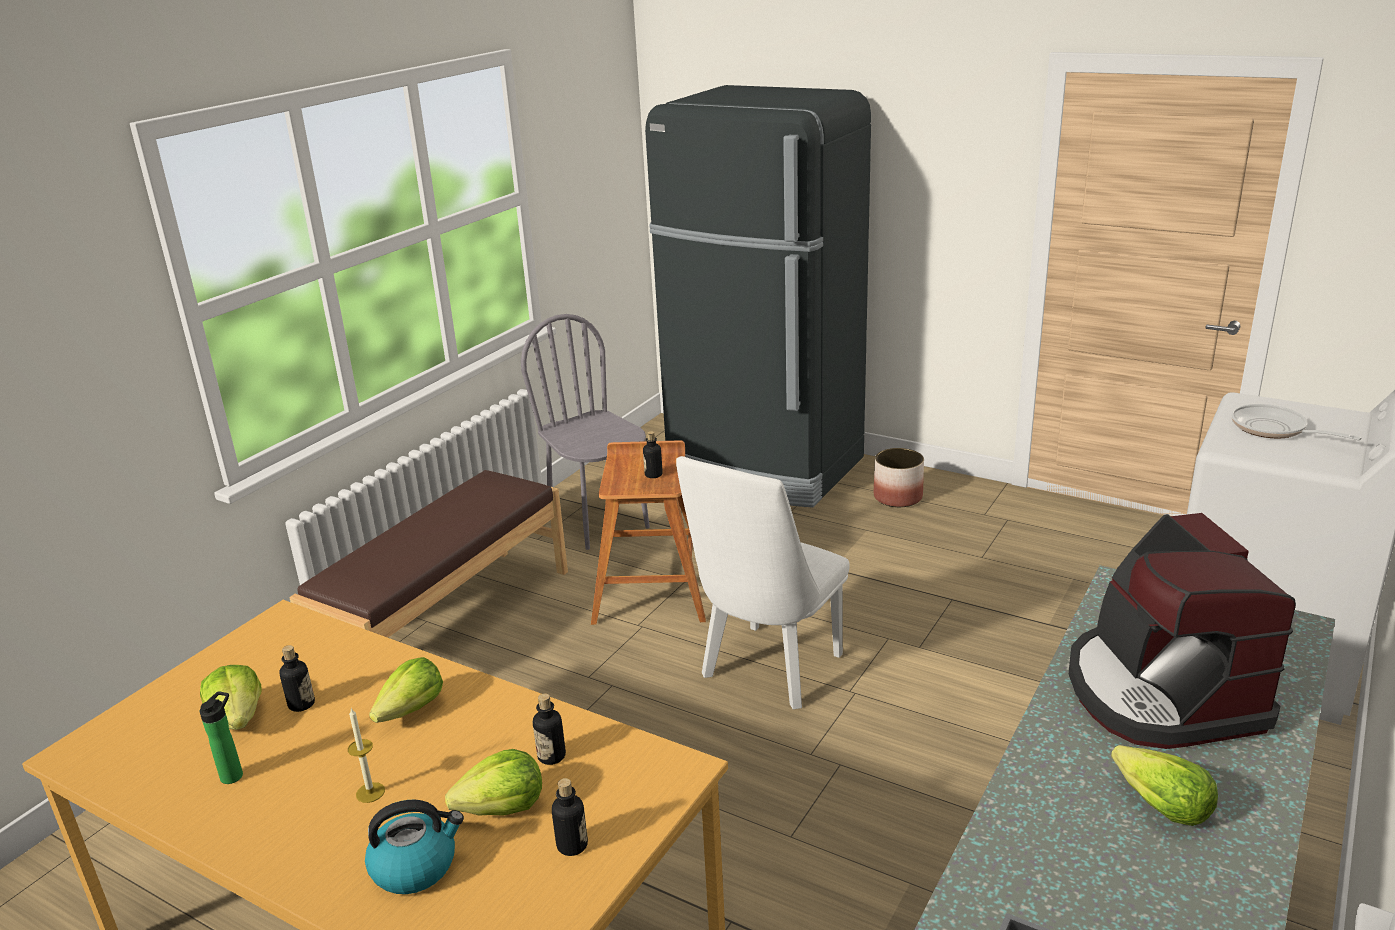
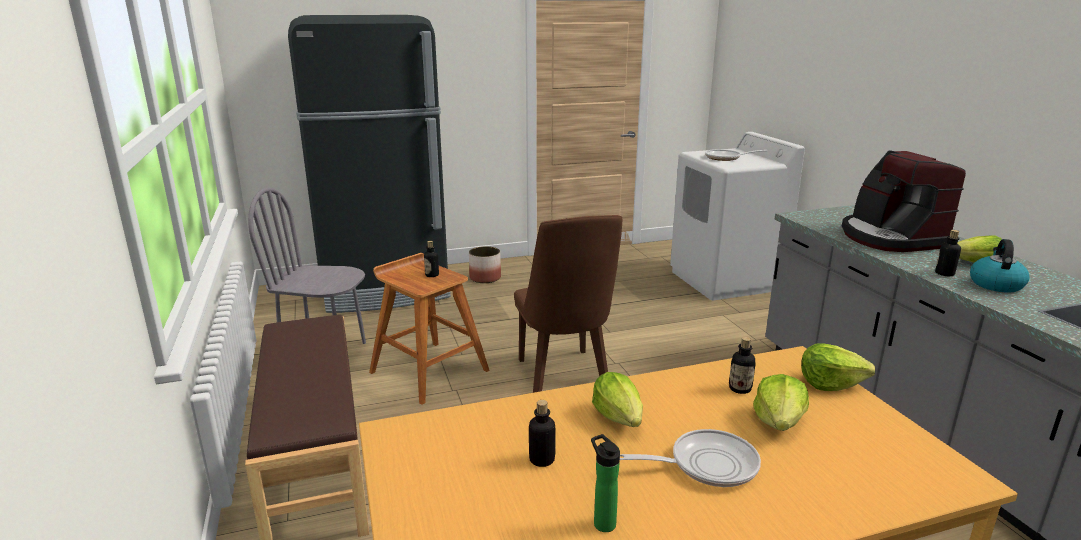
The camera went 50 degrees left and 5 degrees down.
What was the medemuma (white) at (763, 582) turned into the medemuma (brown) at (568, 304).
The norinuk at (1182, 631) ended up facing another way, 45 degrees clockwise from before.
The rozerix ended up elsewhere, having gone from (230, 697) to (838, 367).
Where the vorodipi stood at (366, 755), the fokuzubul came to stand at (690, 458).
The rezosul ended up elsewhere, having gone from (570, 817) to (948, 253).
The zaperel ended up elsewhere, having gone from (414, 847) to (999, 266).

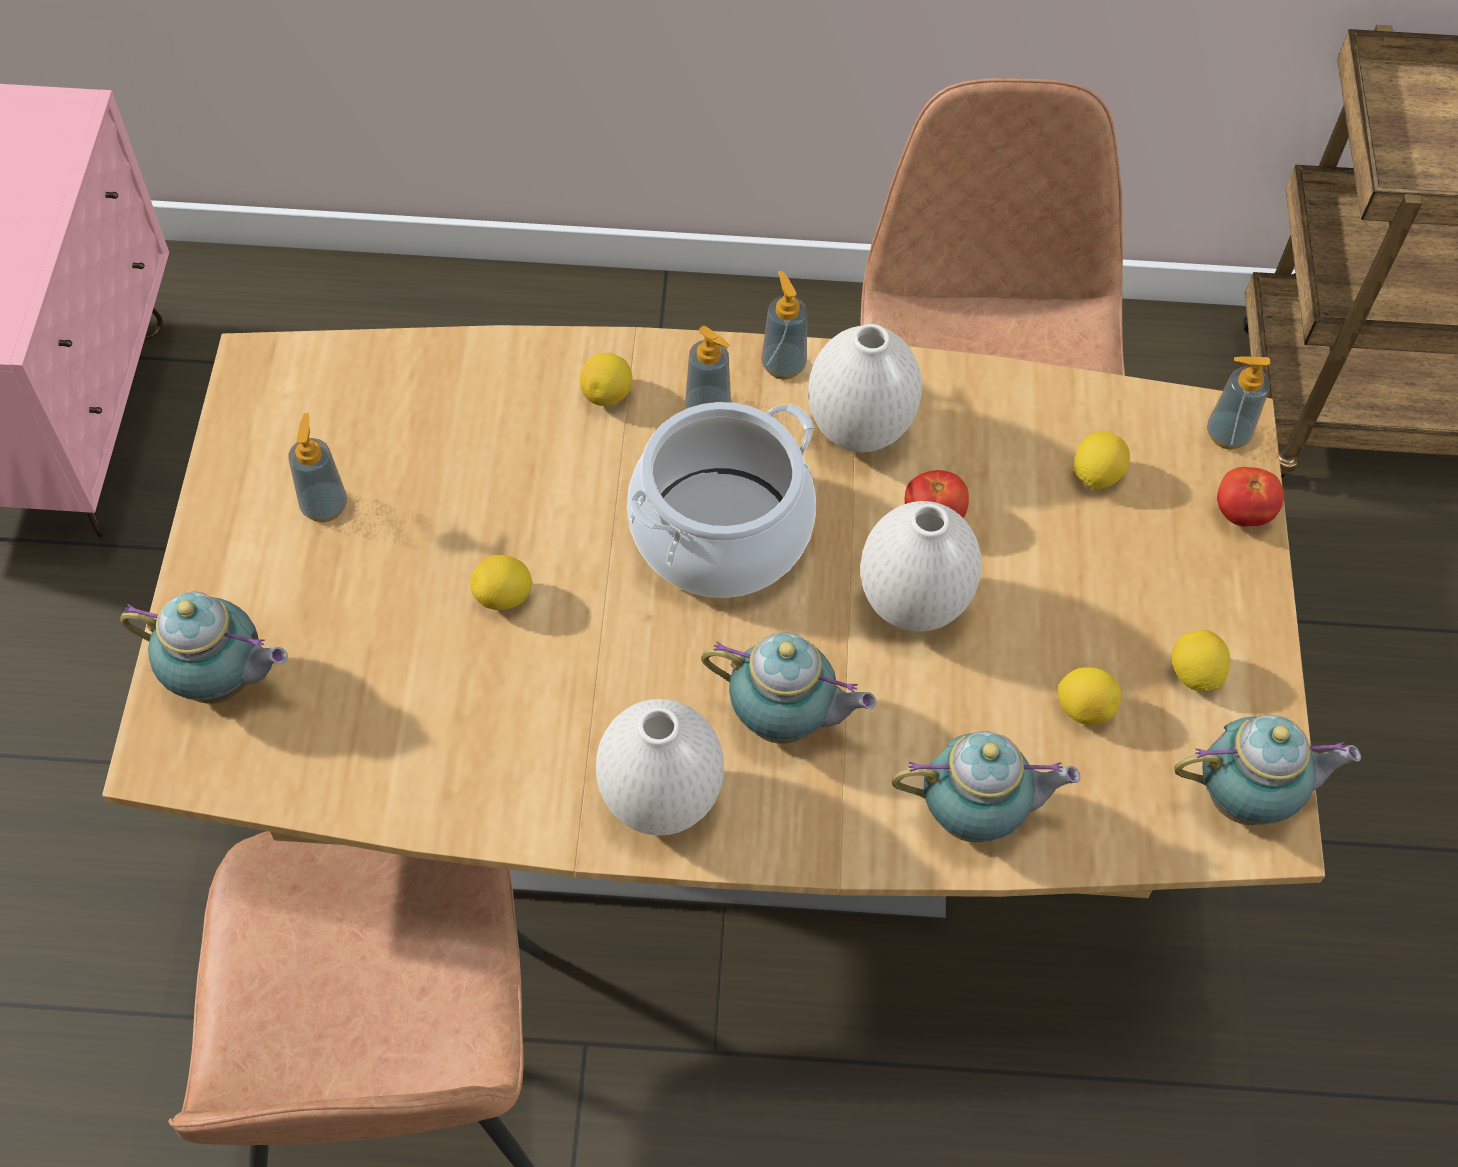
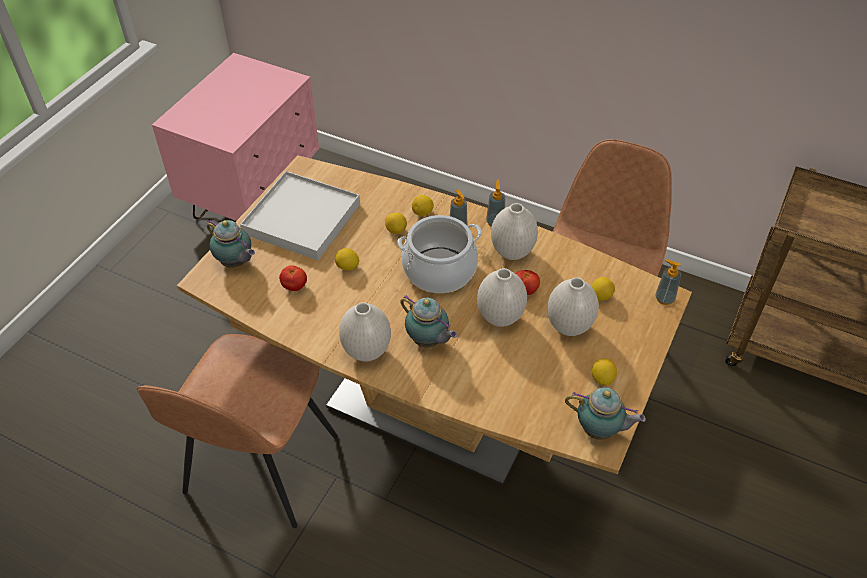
The camera went 25 degrees right and 10 degrees down.
Where the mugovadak stood at (317, 467), the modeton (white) came to stand at (300, 215).
The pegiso ended up elsewhere, having gone from (1250, 496) to (293, 278).
The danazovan ended up elsewhere, having gone from (1089, 696) to (396, 223).
The second view lost the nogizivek at (986, 786).
The second view gained the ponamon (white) at (573, 306).

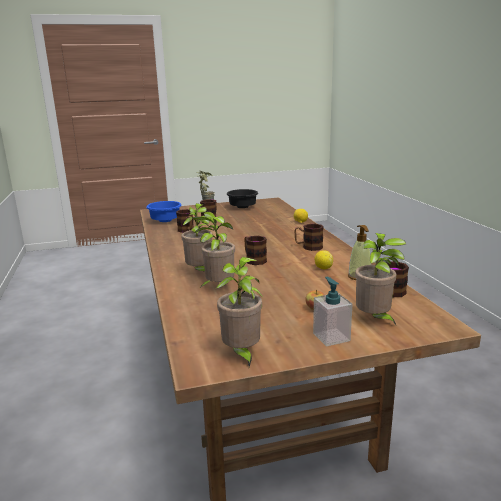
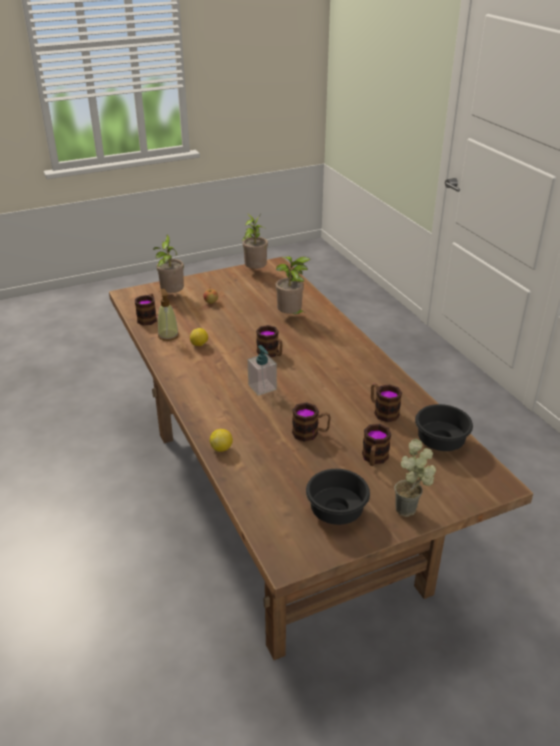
The camera went 170 degrees right and 15 degrees up.
What was the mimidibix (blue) at (164, 211) turned into the mimidibix (black) at (444, 427).
The second view lost the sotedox at (197, 237).
The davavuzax ended up elsewhere, having gone from (309, 237) to (311, 422).
The mugovadak ended up elsewhere, having gone from (332, 312) to (262, 370).

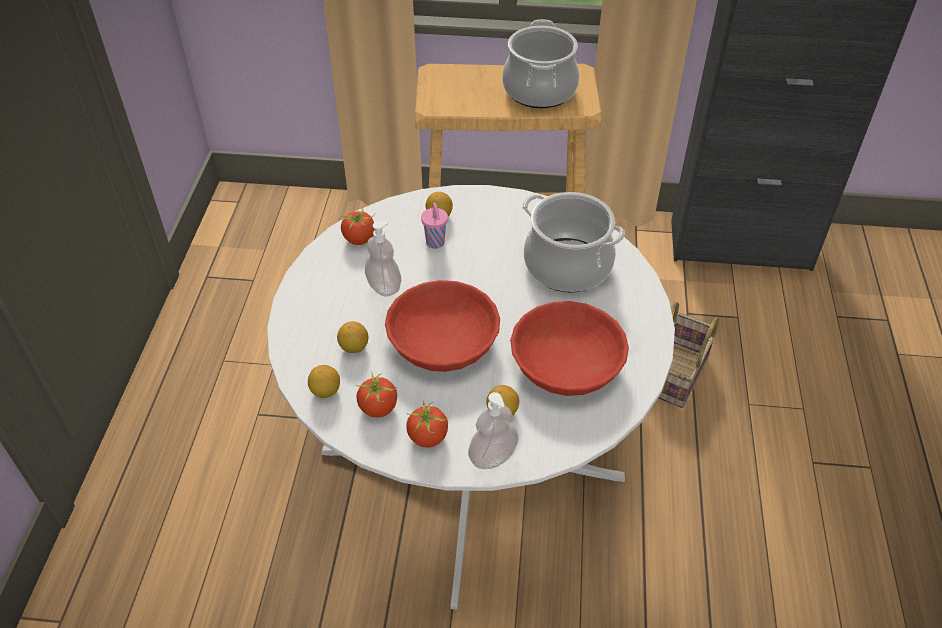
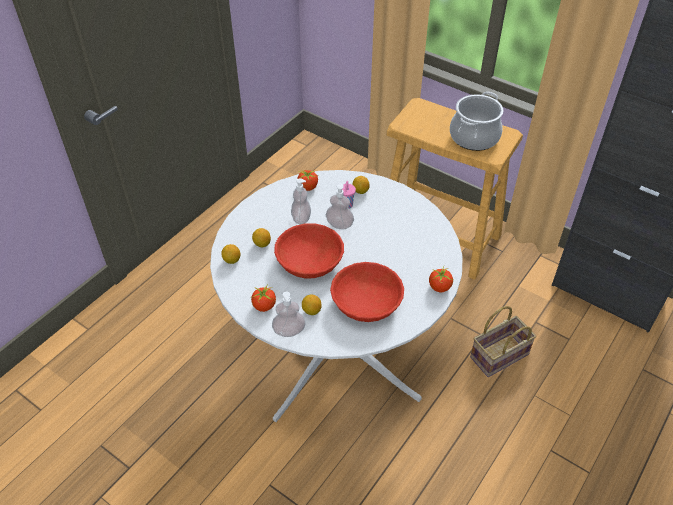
The camera went 30 degrees right and 0 degrees up.
The second view lost the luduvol at (573, 242).
The pegiso ended up elsewhere, having gone from (376, 395) to (441, 279).
The second view gained the mugovadak at (340, 206).

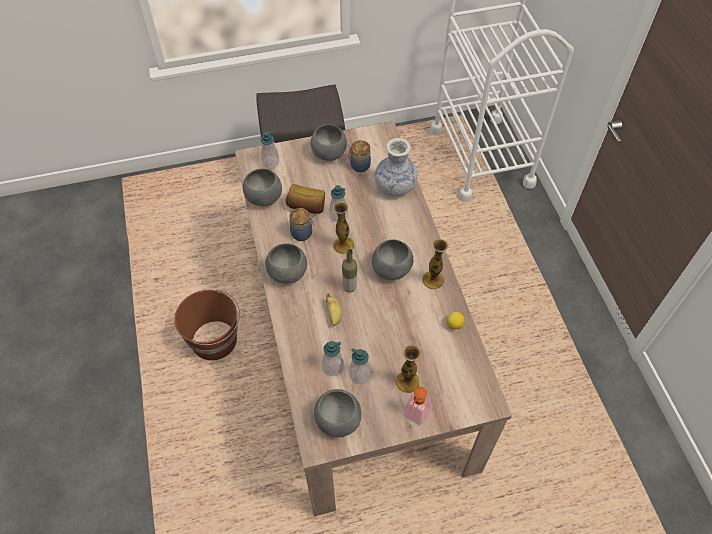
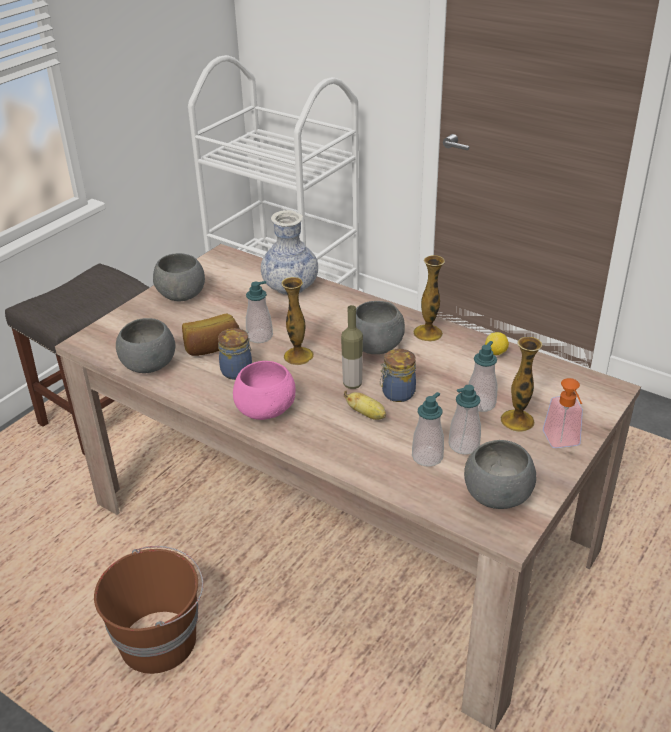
The camera went 40 degrees left and 20 degrees down.
The mugovadak ended up elsewhere, having gone from (270, 149) to (483, 376).
The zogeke ended up elsewhere, having gone from (359, 156) to (398, 375).
What was the mimidibix (grey) at (286, 263) turned into the mimidibix (pink) at (264, 390).

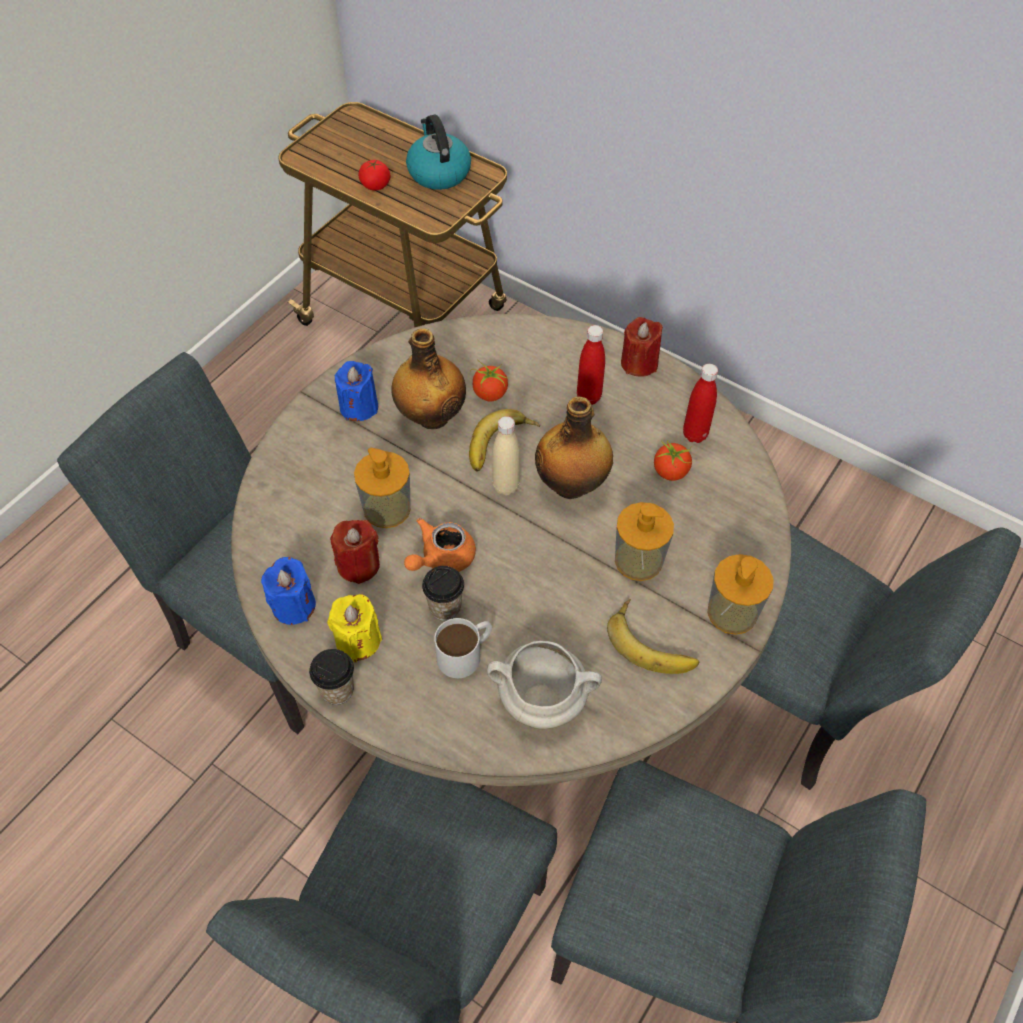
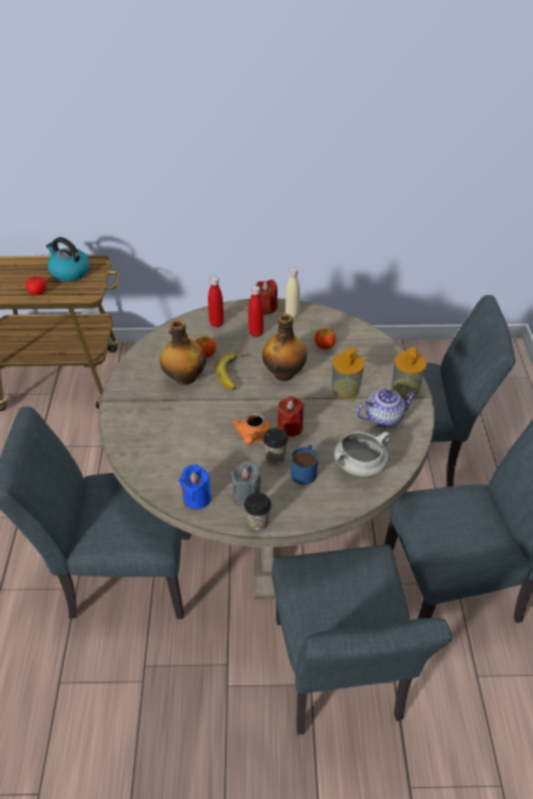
The camera went 35 degrees left and 10 degrees down.
The second view lost the vorodipi (blue) at (356, 391).
The rezosul (red) ended up elsewhere, having gone from (700, 403) to (216, 301).
The rezosul (beige) ended up elsewhere, having gone from (506, 455) to (292, 292).
The second view lost the mugovadak at (382, 488).
The vorodipi (red) ended up elsewhere, having gone from (355, 552) to (291, 416).
What was the vorodipi (yellow) at (354, 628) turned into the vorodipi (grey) at (246, 483).
Where the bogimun stood at (653, 636), the nogizivek came to stand at (386, 408).
What was the davavuzax (white) at (463, 648) turned into the davavuzax (blue) at (304, 465).

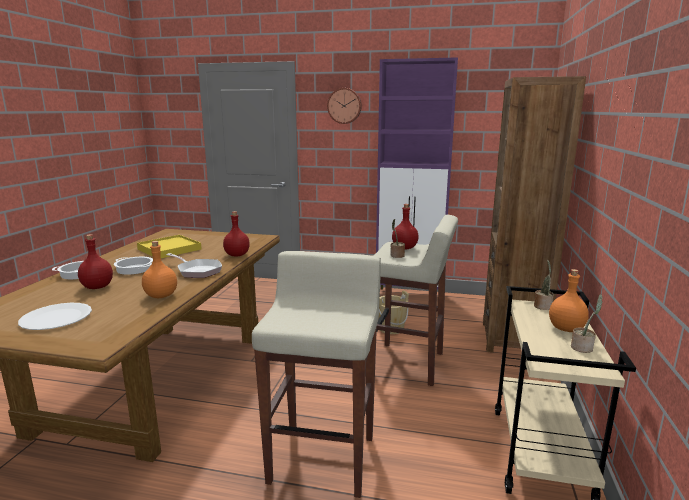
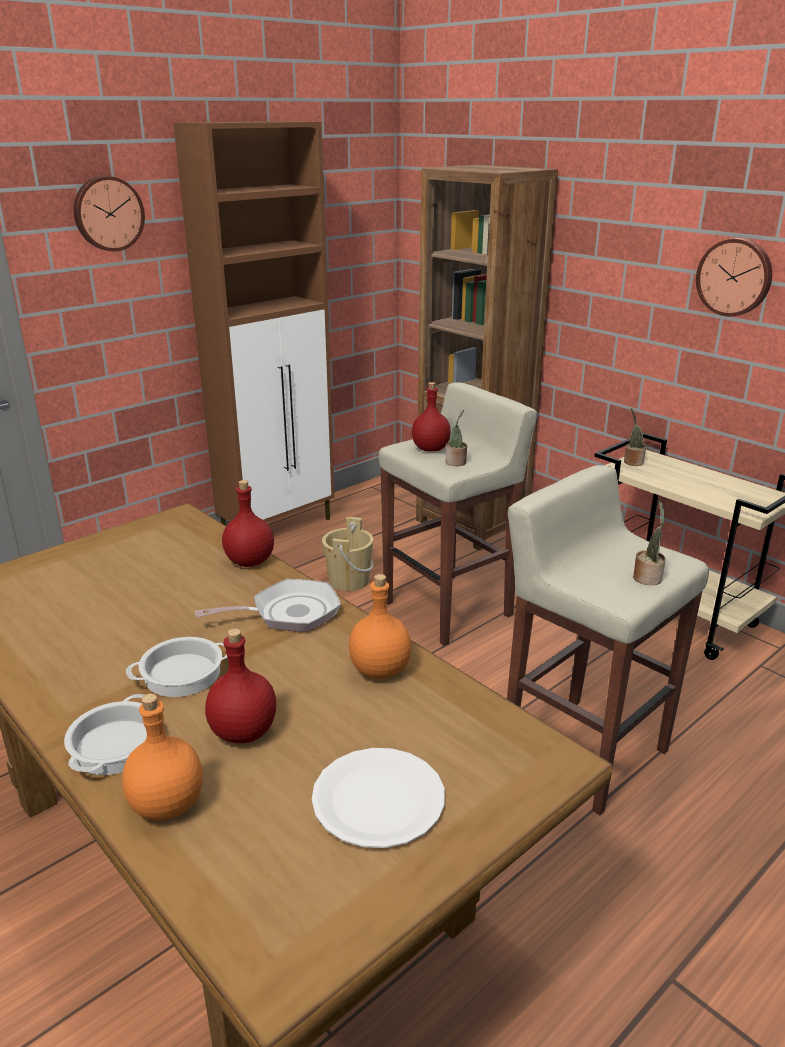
The camera went 55 degrees left and 10 degrees up.
What was the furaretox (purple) at (417, 177) turned into the furaretox (brown) at (253, 323).
The second view lost the modeton (yellow) at (169, 246).
The rezosul (orange) ended up elsewhere, having gone from (569, 300) to (162, 757).
The sotedox ended up elsewhere, having gone from (587, 324) to (649, 543).
The second view gained the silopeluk at (734, 277).

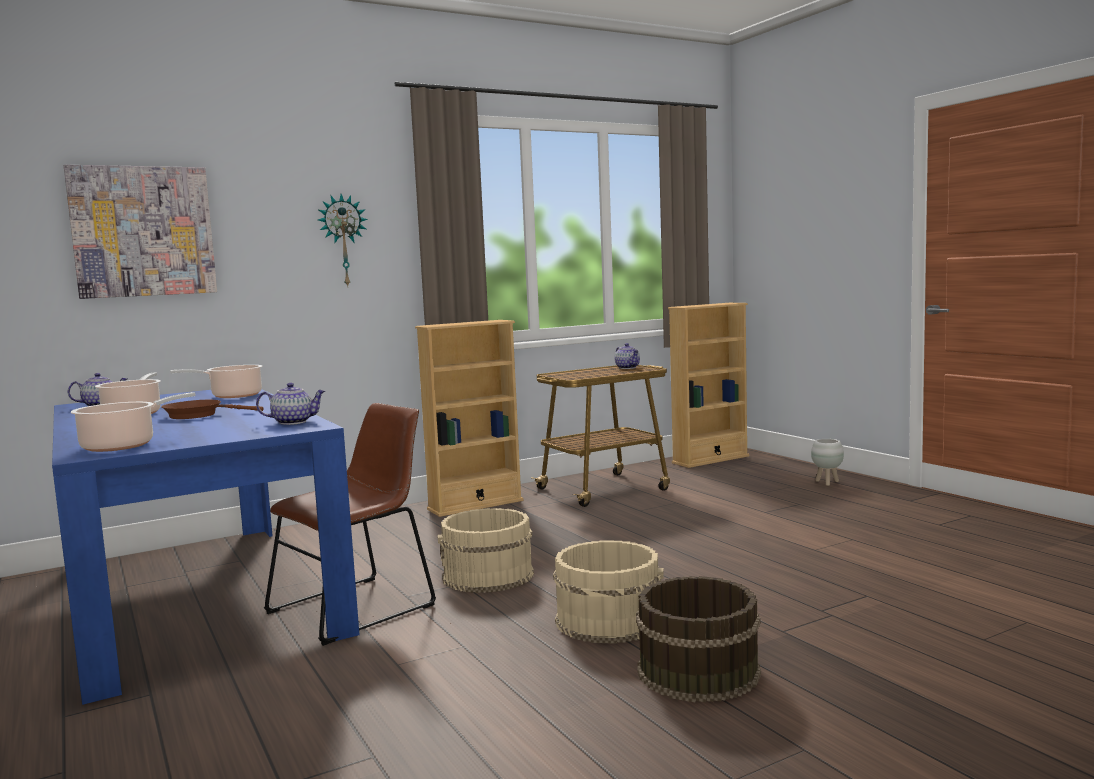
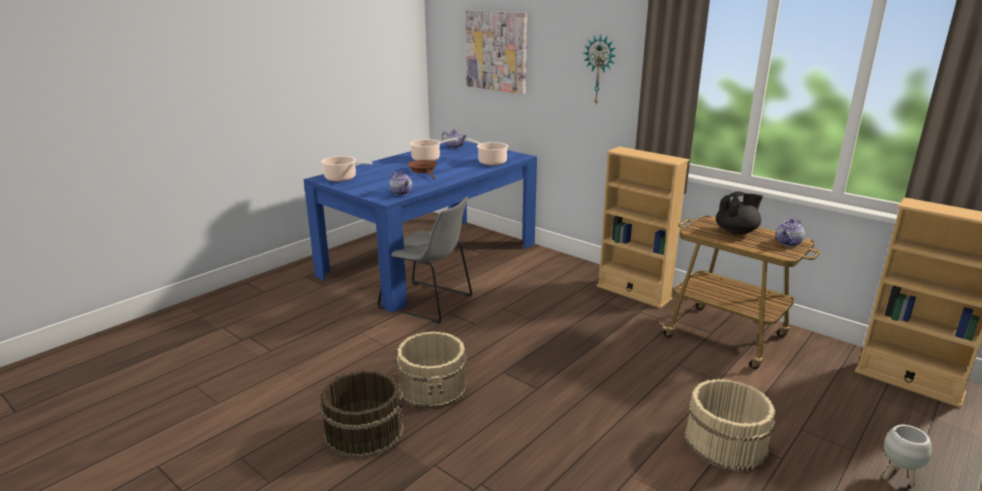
The camera went 70 degrees right and 15 degrees up.
What was the medemuma (brown) at (350, 524) turned into the medemuma (grey) at (424, 260).
The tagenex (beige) ended up elsewhere, having gone from (485, 550) to (730, 425).
The second view gained the nogizivek (black) at (739, 213).

